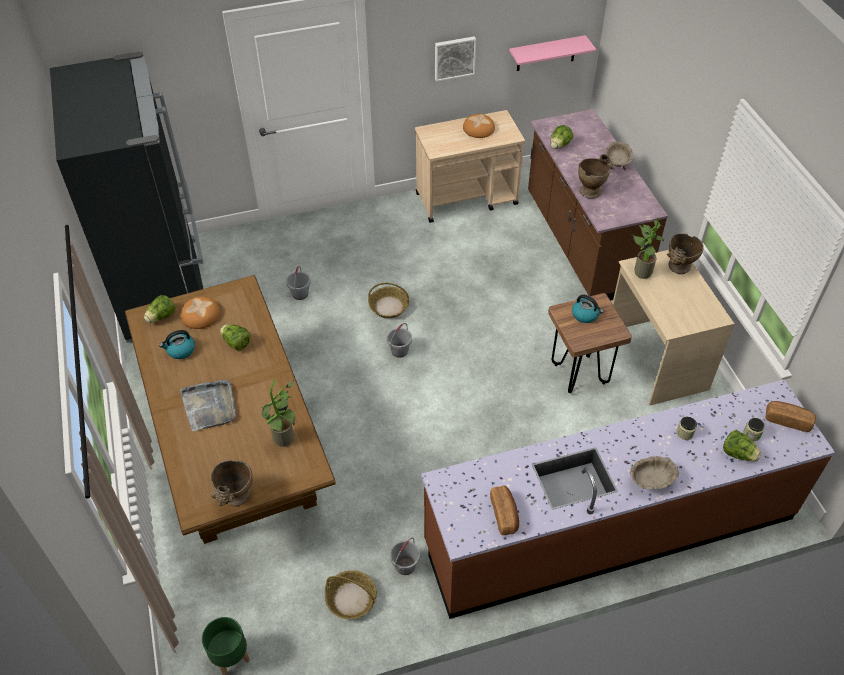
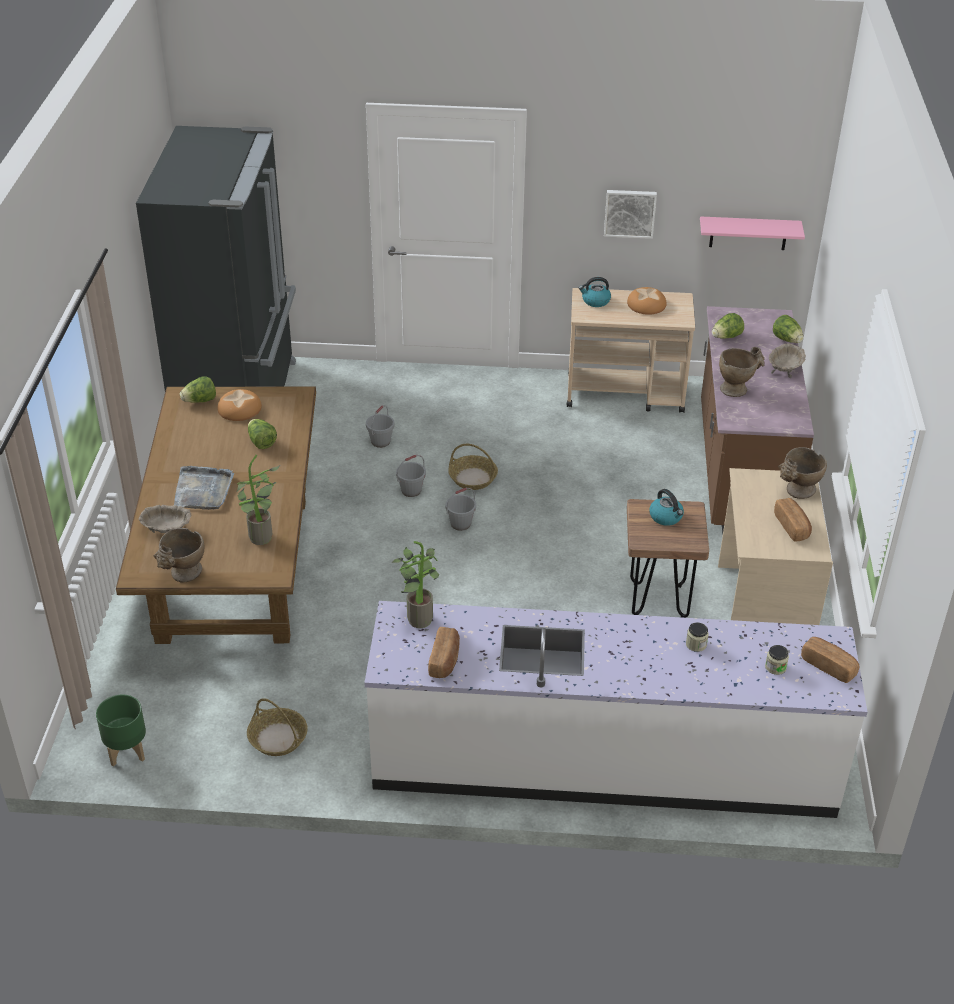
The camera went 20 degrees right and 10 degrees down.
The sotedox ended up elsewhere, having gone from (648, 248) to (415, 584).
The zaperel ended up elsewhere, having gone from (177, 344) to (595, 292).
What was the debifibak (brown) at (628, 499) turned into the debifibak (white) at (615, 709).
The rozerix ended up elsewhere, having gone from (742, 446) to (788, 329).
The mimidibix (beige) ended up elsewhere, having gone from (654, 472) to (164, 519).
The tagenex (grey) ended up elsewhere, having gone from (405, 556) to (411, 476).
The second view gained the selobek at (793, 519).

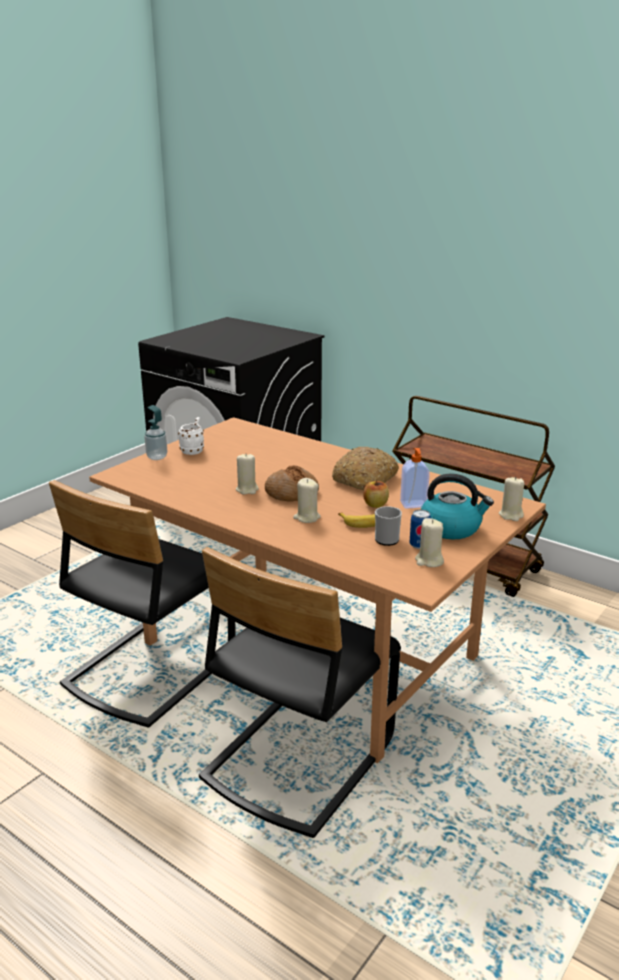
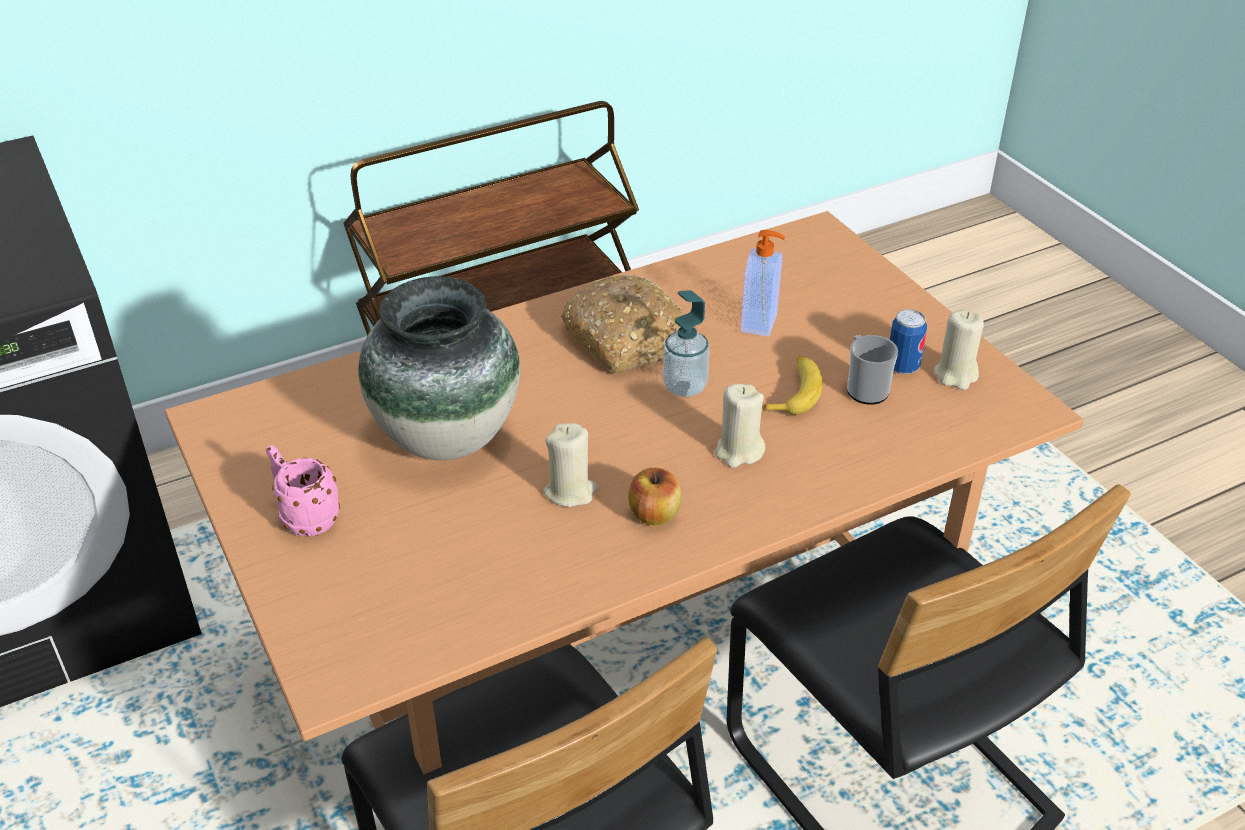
The camera went 65 degrees left and 15 degrees up.
The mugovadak ended up elsewhere, having gone from (155, 432) to (686, 343).
What was the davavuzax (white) at (191, 436) turned into the davavuzax (pink) at (303, 490).
The second view lost the selobek at (292, 483).
The second view lost the zaperel at (457, 506).
The second view lost the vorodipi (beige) at (511, 498).
The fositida ended up elsewhere, having gone from (376, 493) to (655, 496).
The second view gained the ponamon at (439, 368).

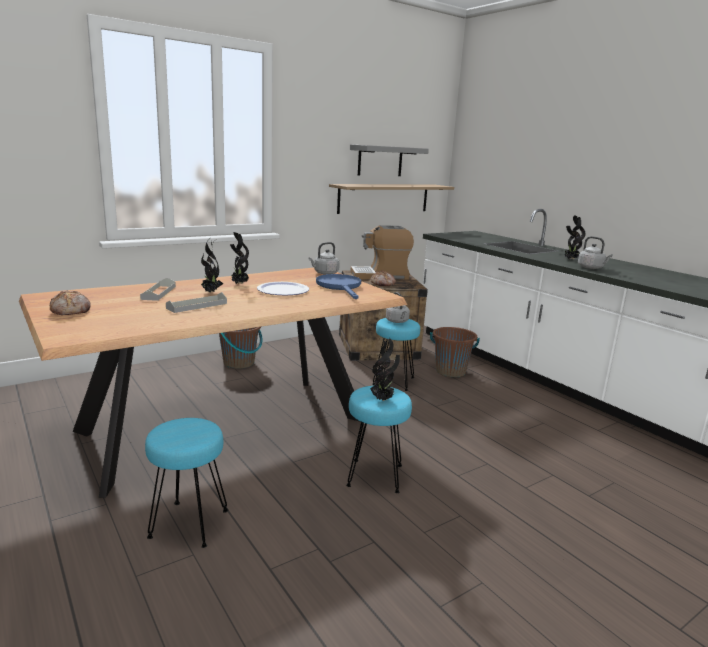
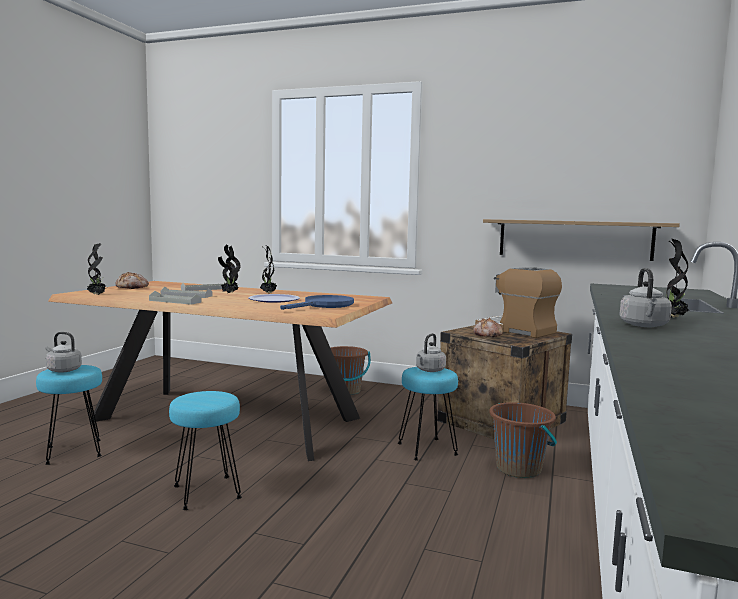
The camera went 55 degrees right and 10 degrees down.
The second view lost the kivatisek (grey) at (389, 160).
The zaperel (grey) ended up elsewhere, having gone from (324, 258) to (63, 352).
The sotedox ended up elsewhere, having gone from (385, 369) to (96, 269).
The second view gained the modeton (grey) at (175, 298).

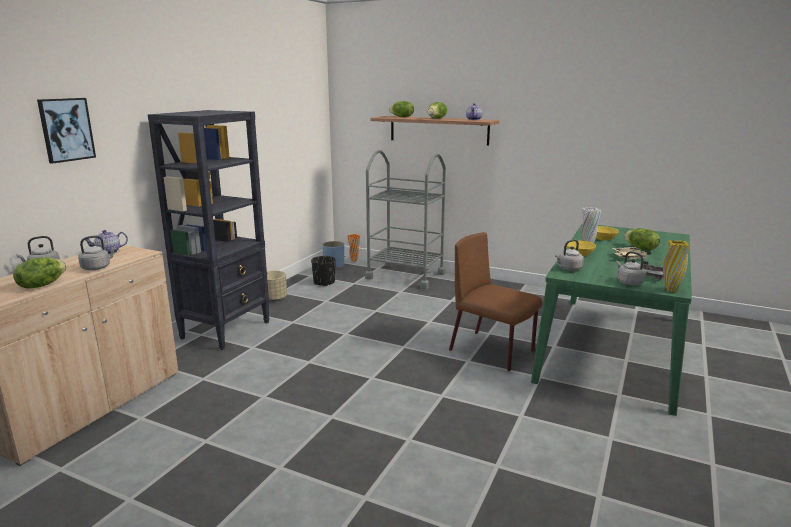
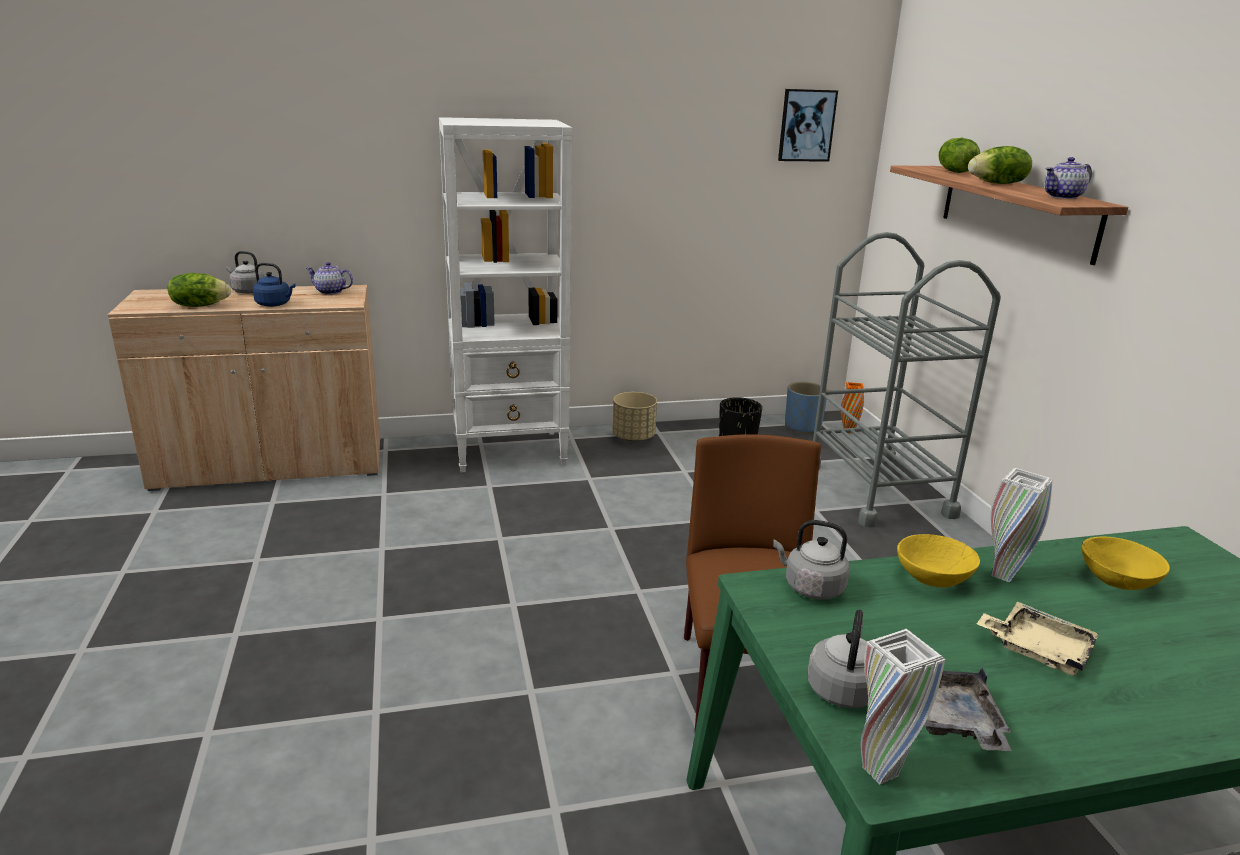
The camera went 50 degrees right and 5 degrees up.
The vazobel ended up elsewhere, having gone from (66, 131) to (808, 125).
What was the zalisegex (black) at (209, 230) turned into the zalisegex (white) at (506, 294).
The second view lost the rozerix at (642, 239).
What was the zaperel (grey) at (97, 252) turned into the zaperel (blue) at (274, 285).
What was the ponamon (yellow) at (676, 266) turned into the ponamon (white) at (902, 707).

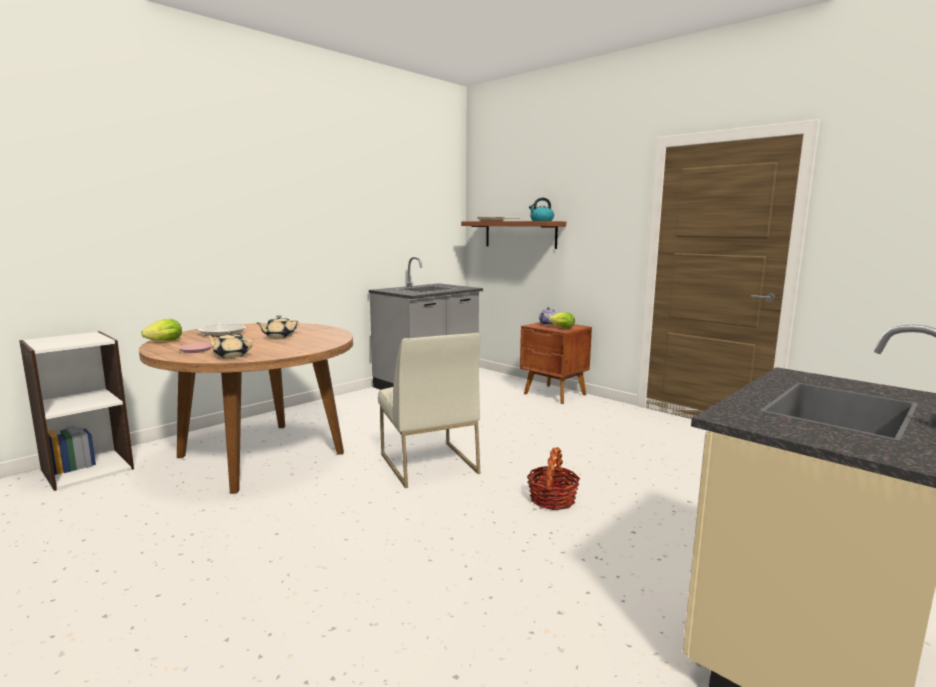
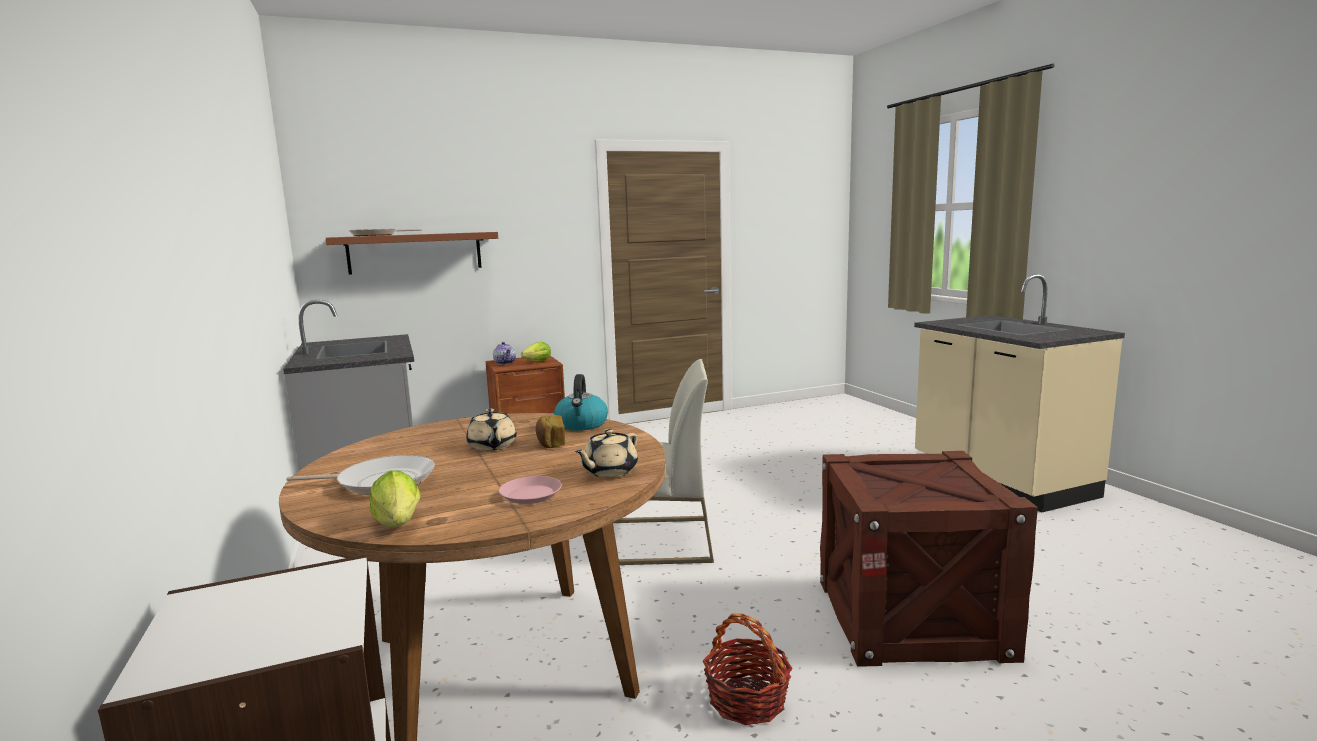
The camera went 65 degrees left and 0 degrees up.
The zaperel ended up elsewhere, having gone from (541, 209) to (581, 402).
The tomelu ended up elsewhere, having gone from (553, 478) to (748, 669).
The second view gained the selobek at (550, 431).
The second view gained the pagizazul at (929, 559).

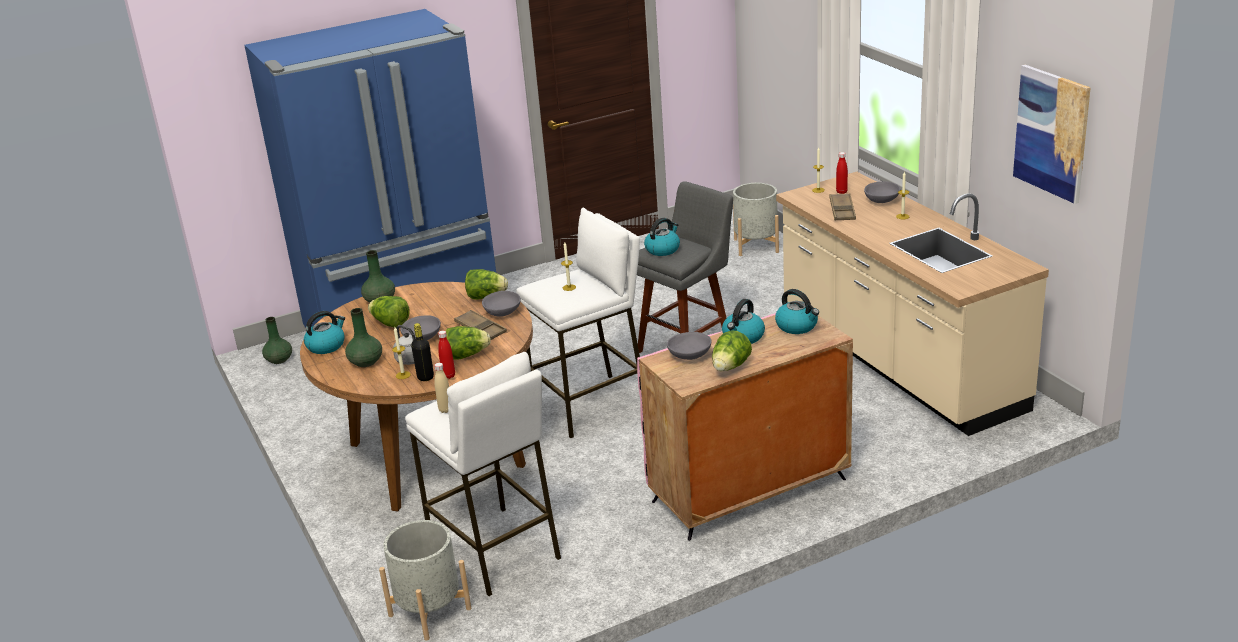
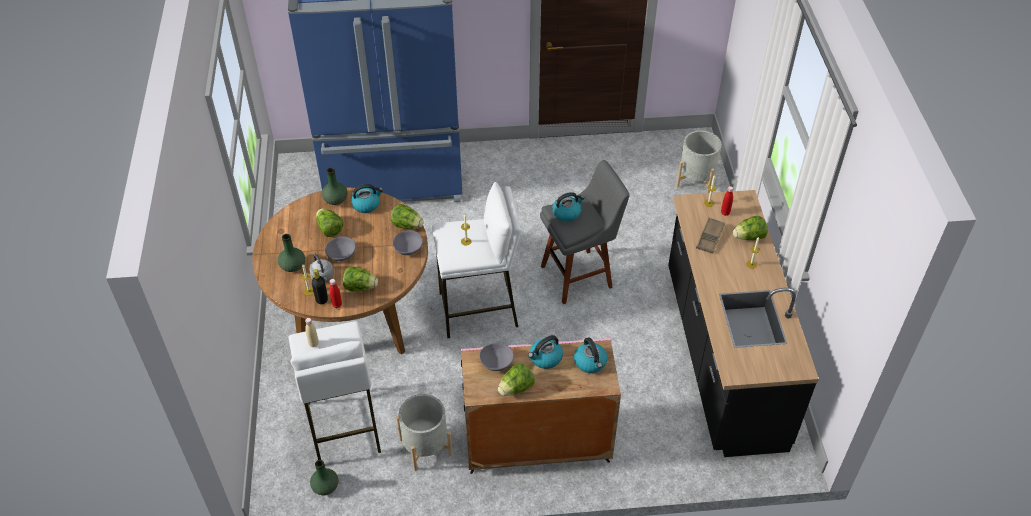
The camera went 20 degrees right and 20 degrees up.
The second view lost the vazobel at (1052, 134).
What was the debifibak (beige) at (912, 304) turned into the debifibak (black) at (743, 323).
Where the mimidibix (grey) stood at (882, 192), the rozerix came to stand at (750, 228).
The second view lost the modeton (brown) at (480, 325).
The zaperel ended up elsewhere, having gone from (324, 332) to (367, 198).
The ponamon (green) ended up elsewhere, having gone from (277, 340) to (324, 477).
The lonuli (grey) ended up elsewhere, having gone from (425, 580) to (424, 432).

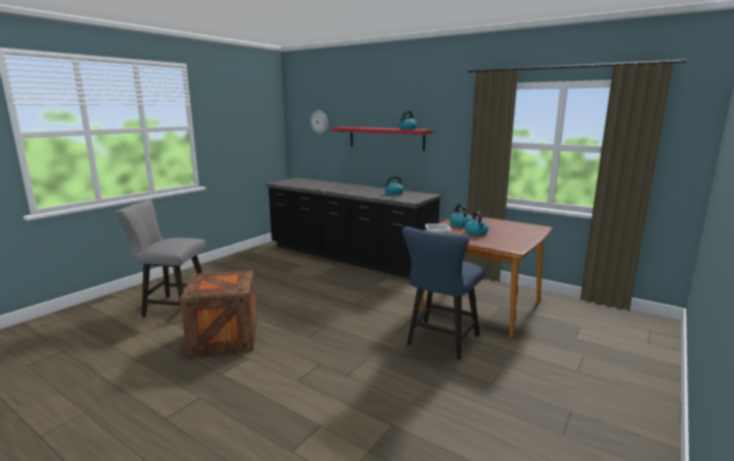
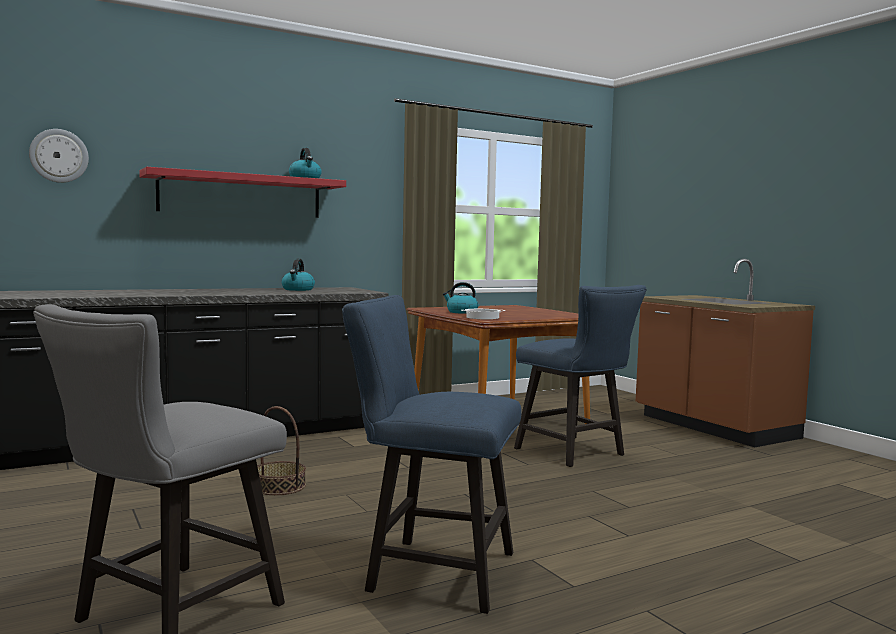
The camera went 65 degrees left and 10 degrees down.
The second view lost the zaperel at (476, 223).
Where the pagizazul stood at (218, 313), the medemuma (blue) came to stand at (431, 454).
The second view gained the debifibak (brown) at (725, 353).
The second view gained the tomelu at (281, 450).

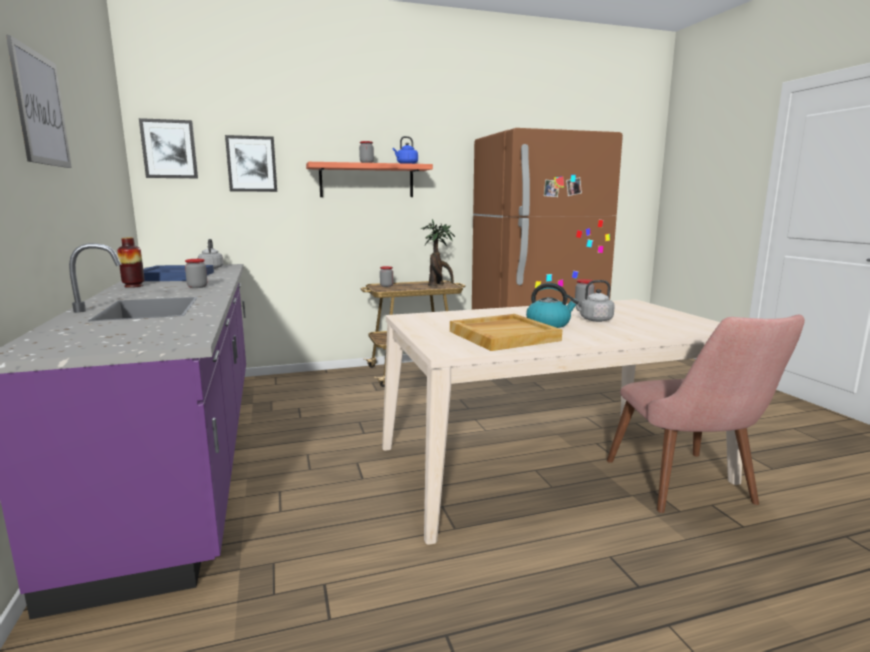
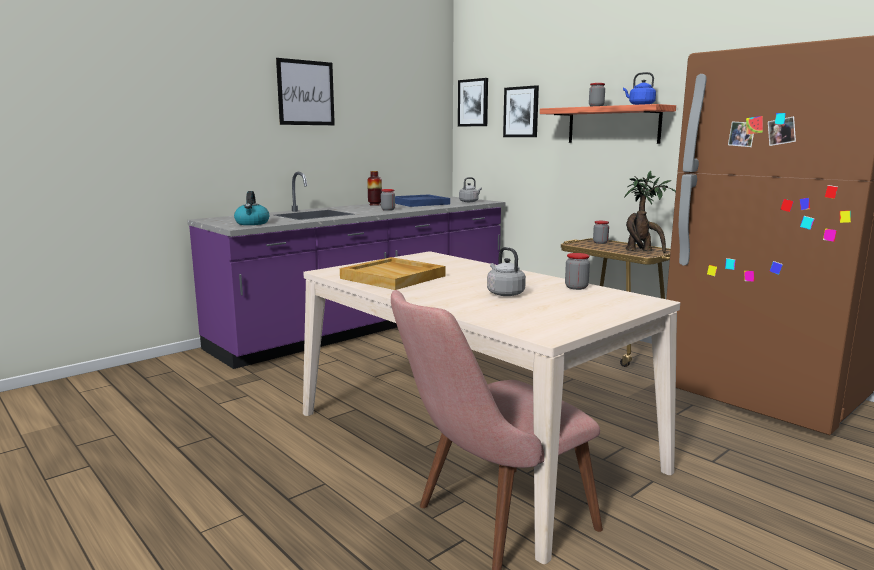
The camera went 65 degrees right and 0 degrees up.
The zaperel ended up elsewhere, having gone from (552, 305) to (251, 208).

